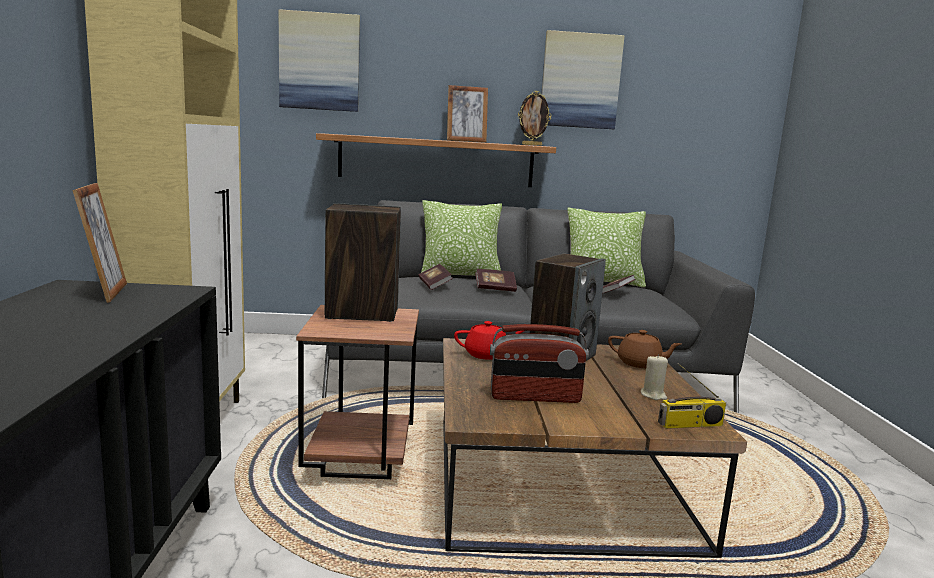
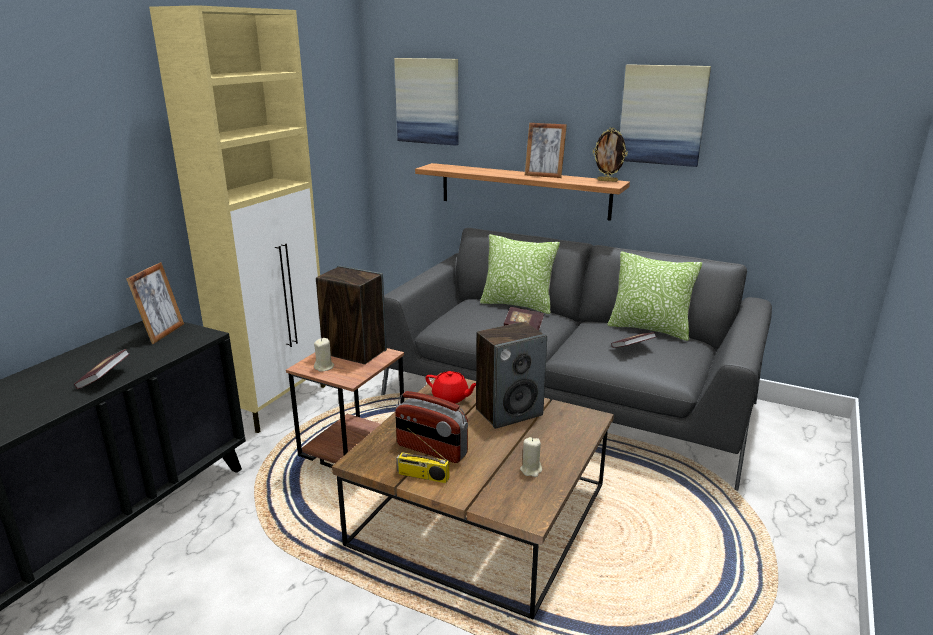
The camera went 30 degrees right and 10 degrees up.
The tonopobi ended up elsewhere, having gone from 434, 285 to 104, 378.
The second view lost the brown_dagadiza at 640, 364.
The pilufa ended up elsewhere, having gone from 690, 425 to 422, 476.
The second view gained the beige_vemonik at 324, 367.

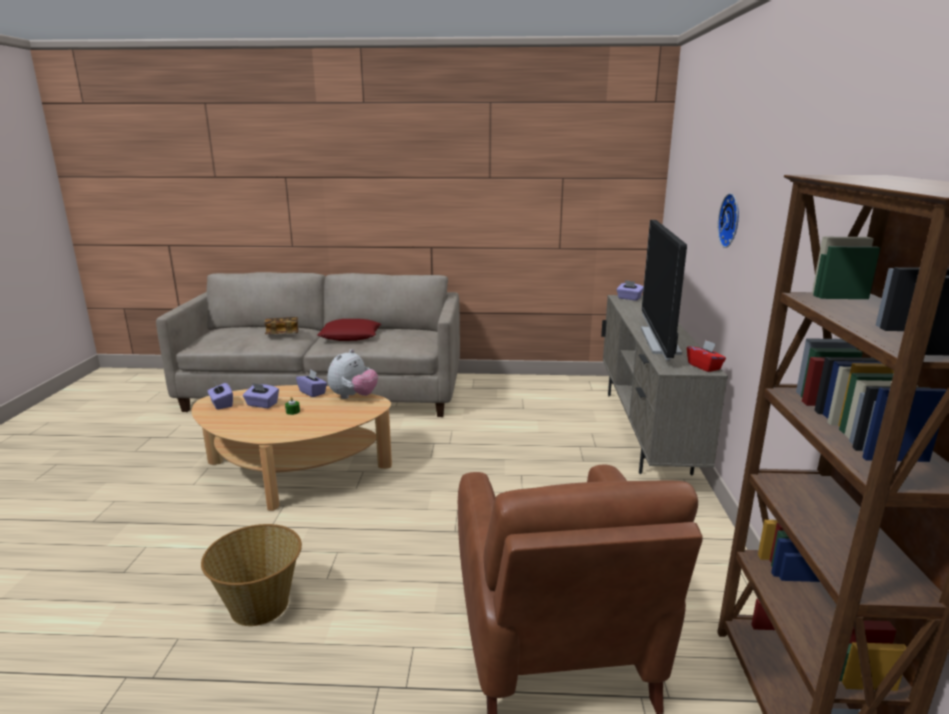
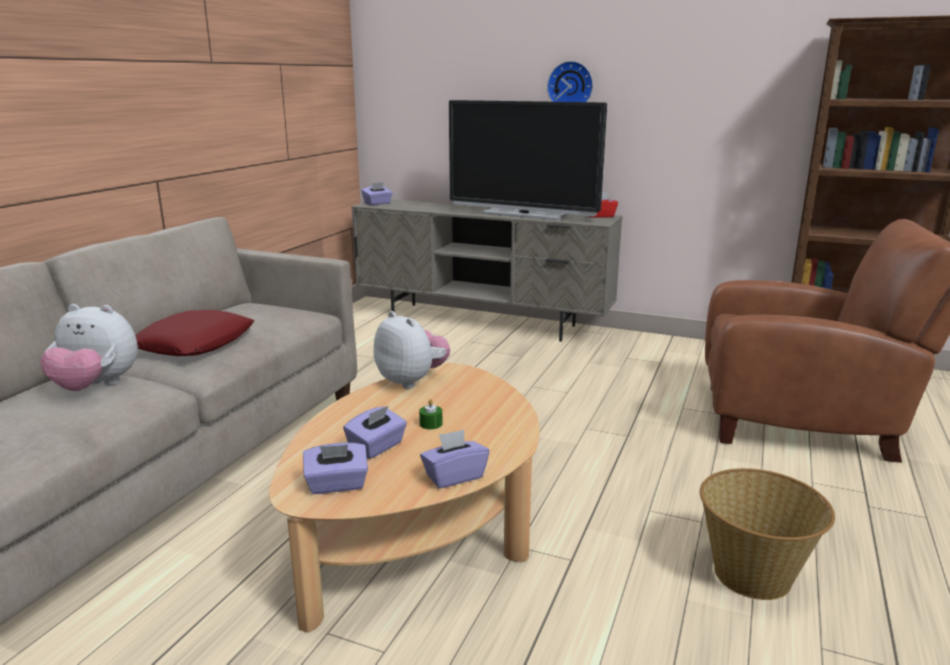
The camera went 70 degrees left and 0 degrees up.
Where the tonopobi stood at 282, 334, the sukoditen came to stand at 96, 387.
The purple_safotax ended up elsewhere, having gone from 312, 392 to 454, 476.

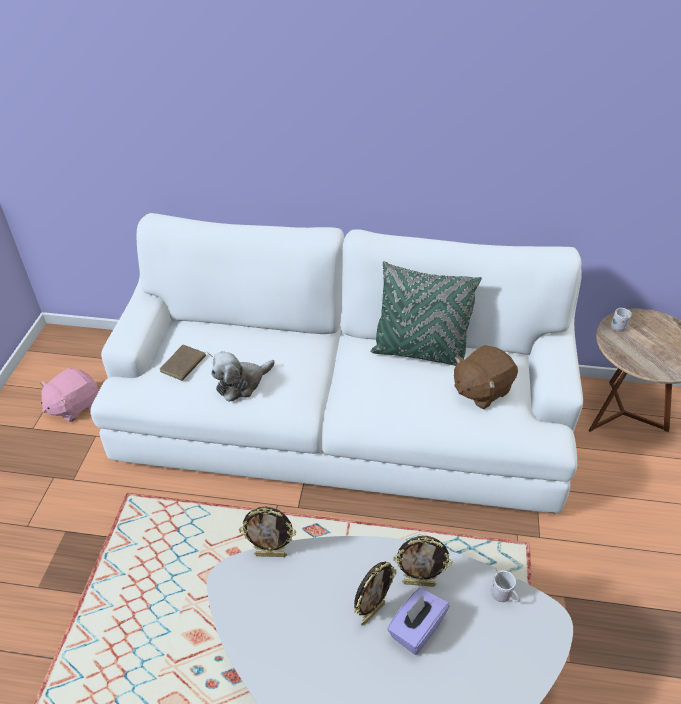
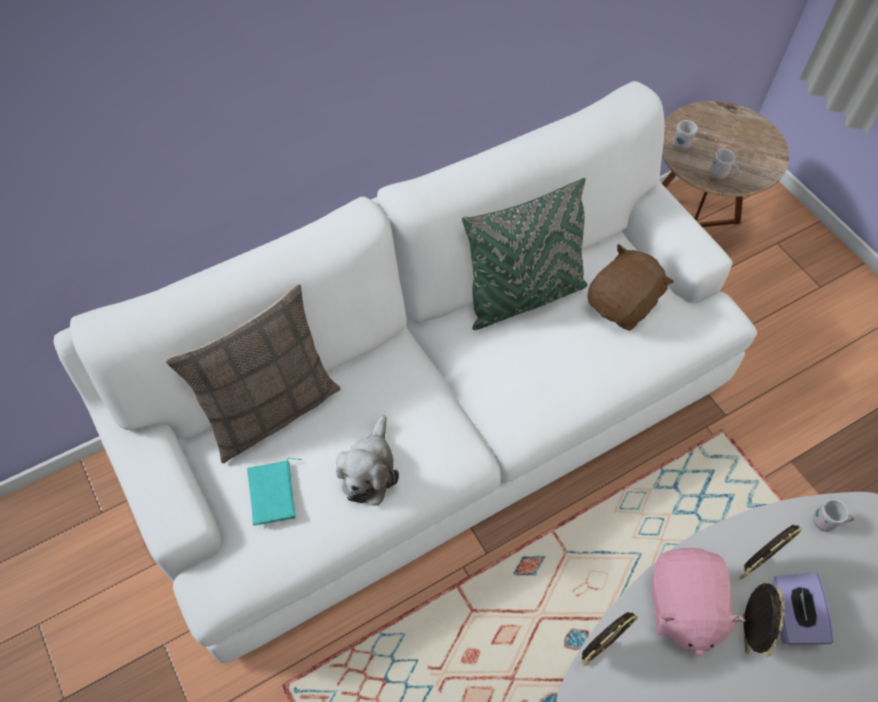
The camera went 40 degrees left and 15 degrees up.
The pink_sukoditen ended up elsewhere, having gone from 73, 406 to 682, 607.
What was the brown_tonopobi at 184, 365 turned into the turquoise_tonopobi at 274, 494.
The brown_sukoditen at 481, 390 ended up facing another way, 150 degrees counterclockwise from before.
The second view gained the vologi at 271, 409.
The second view gained the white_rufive at 720, 175.

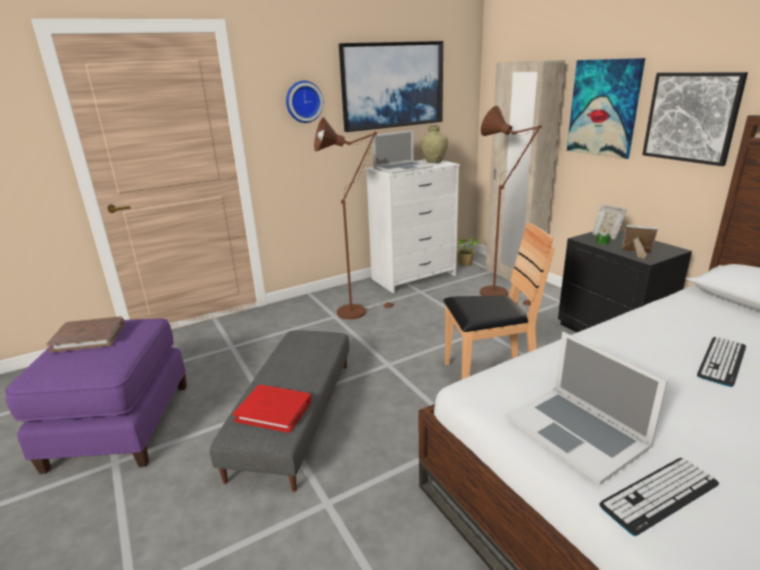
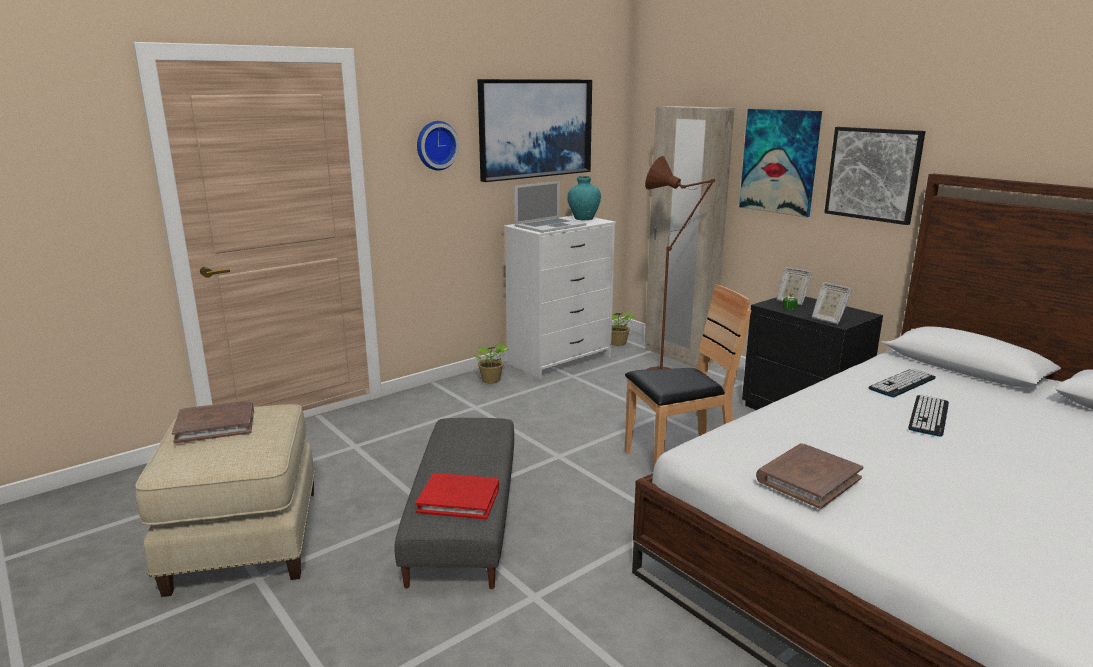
The camera went 10 degrees left and 5 degrees down.
What was the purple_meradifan at 118, 425 turned into the beige_meradifan at 242, 539.
The second view lost the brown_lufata at 357, 311.
What was the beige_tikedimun at 434, 161 turned into the turquoise_tikedimun at 583, 218.
Where the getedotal stood at 576, 431, the brown_tonopobi came to stand at 808, 479.
The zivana ended up elsewhere, having gone from 659, 495 to 902, 383.
The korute at 636, 254 ended up facing another way, 150 degrees counterclockwise from before.
The second view gained the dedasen at 491, 381.

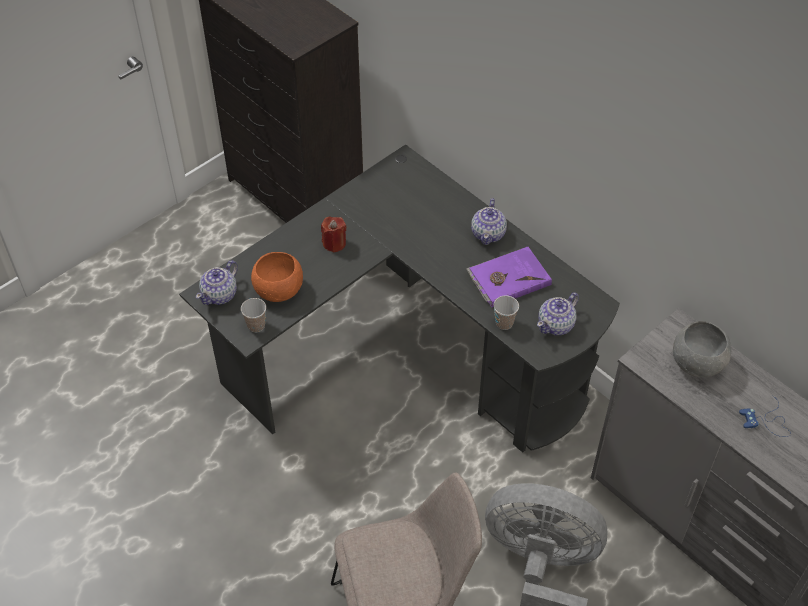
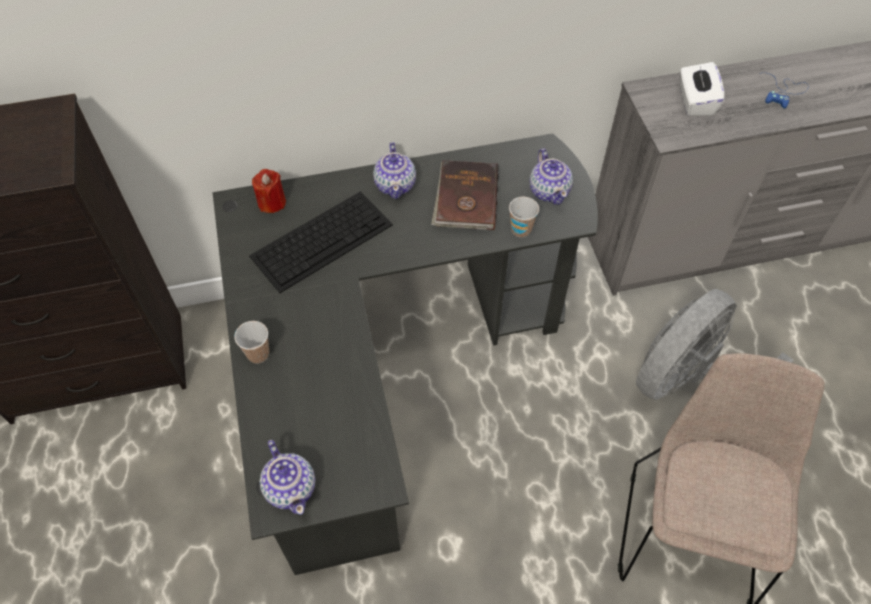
The camera went 60 degrees left and 5 degrees up.
The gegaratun ended up elsewhere, having gone from 256, 325 to 258, 354.
The second view lost the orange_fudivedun at 279, 289.
The red_vemonik ended up elsewhere, having gone from 334, 243 to 272, 202.
What was the purple_tonopobi at 508, 278 turned into the brown_tonopobi at 465, 198.
The dagadiza at 488, 234 ended up facing another way, 45 degrees clockwise from before.
Where the grey_fudivedun stood at 697, 363, the white_safotax came to stand at 695, 102.
The second view gained the zivana at 322, 239.

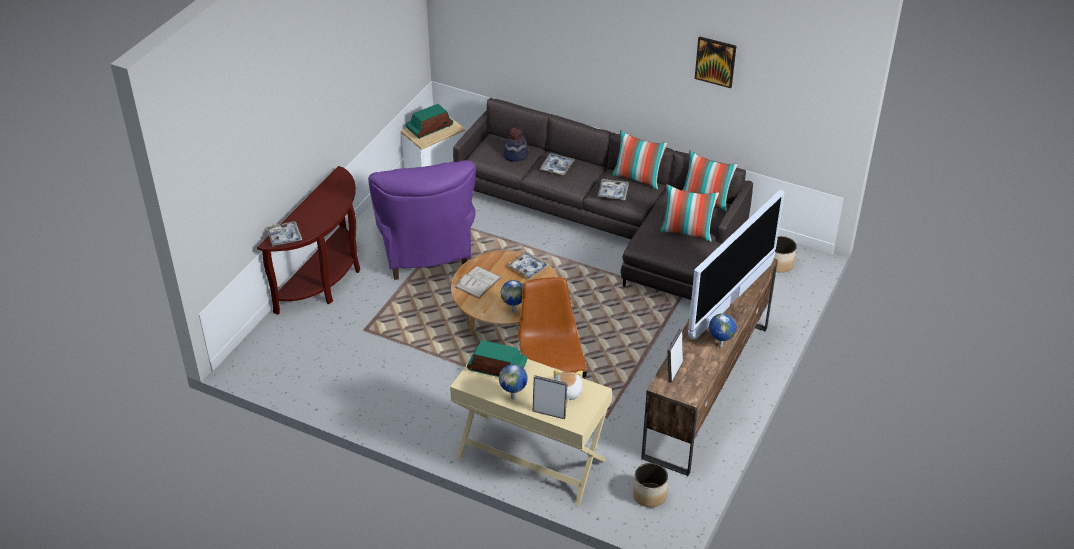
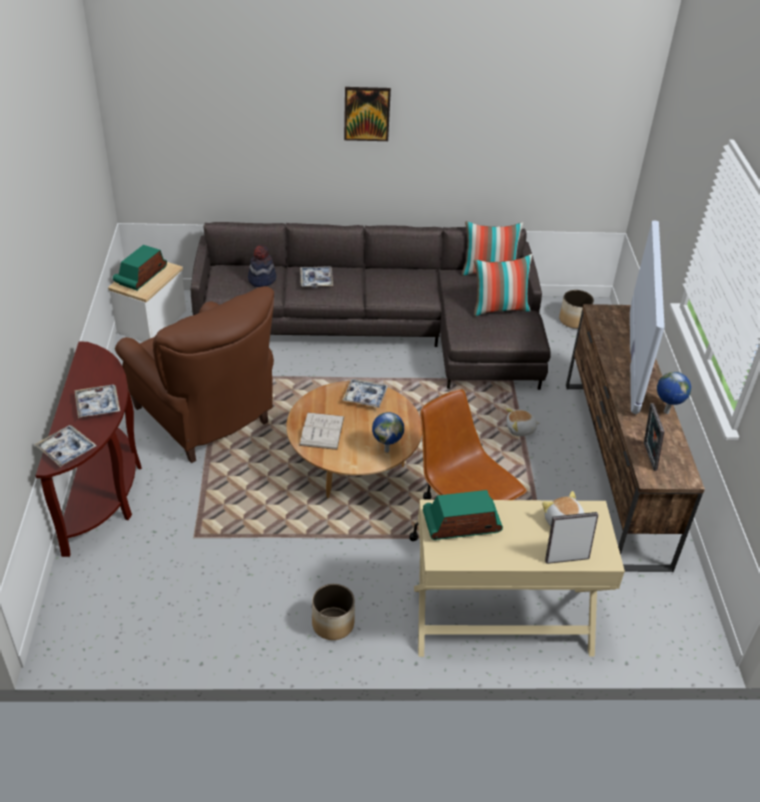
The camera went 30 degrees left and 0 degrees up.
What was the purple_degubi at 425, 251 turned into the brown_degubi at 205, 418.
The second view lost the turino at 514, 397.
The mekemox ended up elsewhere, having gone from 613, 192 to 98, 405.
The second view lost the vologi at 637, 178.
The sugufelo ended up elsewhere, having gone from 649, 495 to 332, 624.
The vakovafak ended up elsewhere, having gone from 715, 61 to 366, 113.
The second view gained the sukoditen at 520, 429.

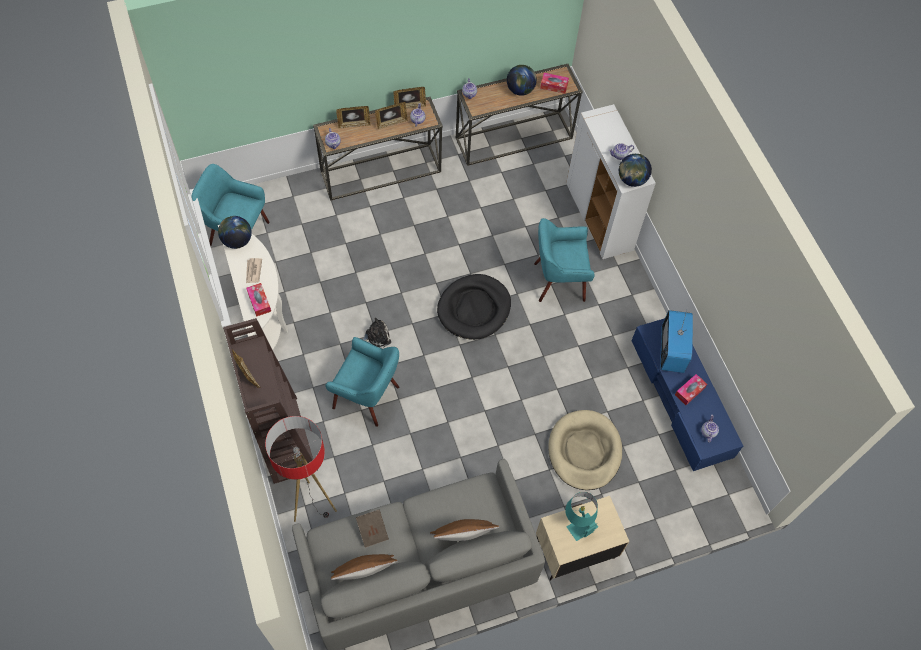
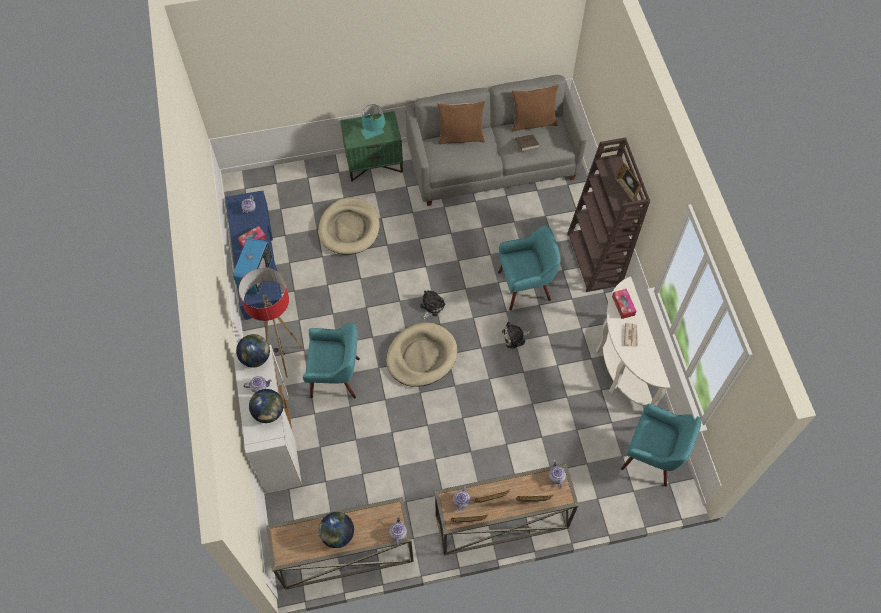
The camera went 170 degrees left and 0 degrees up.
The turino ended up elsewhere, having gone from 237, 241 to 269, 412.
The lufata ended up elsewhere, having gone from 313, 505 to 285, 358.
The turquoise_degubi at 367, 397 ended up facing another way, 135 degrees clockwise from before.
What was the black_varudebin at 474, 308 turned into the beige_varudebin at 421, 356.
What was the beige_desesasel at 574, 550 turned into the green_desesasel at 374, 163.
The second view lost the safotax at 554, 86.
The second view gained the sukoditen at 431, 306.

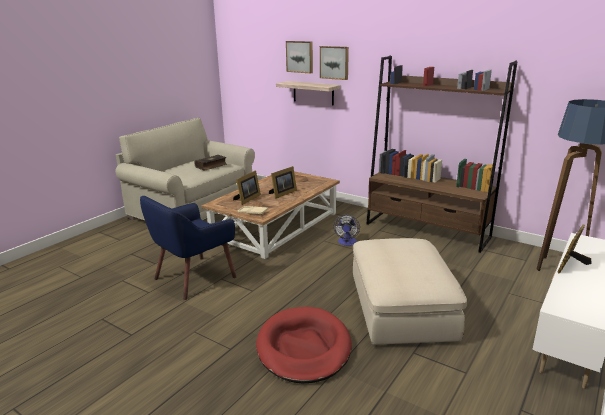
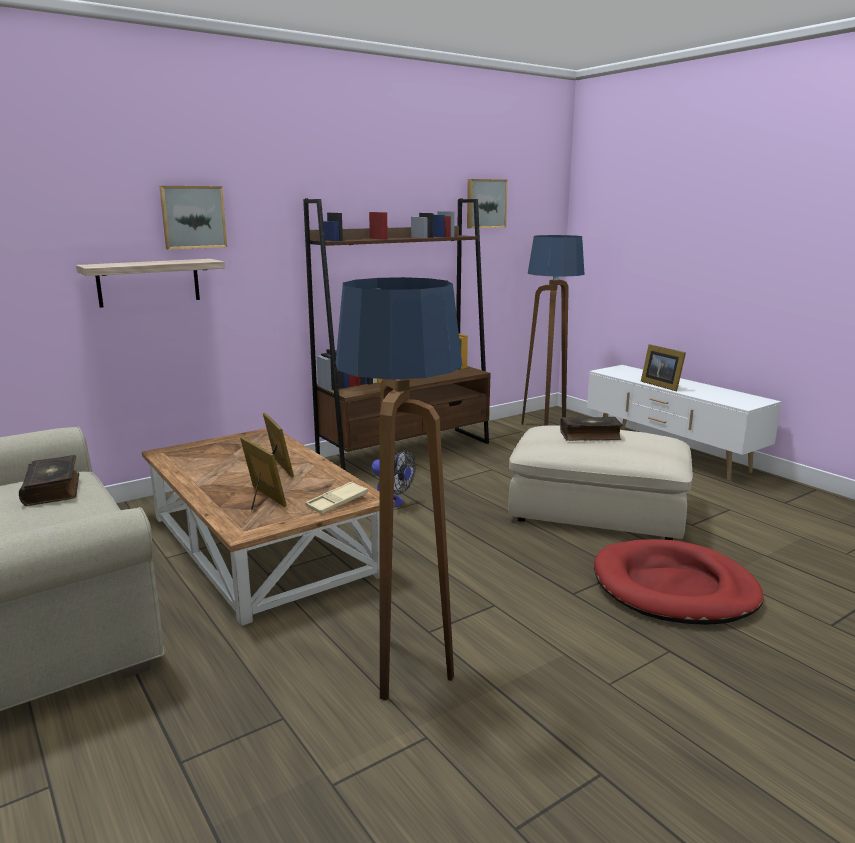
The camera went 70 degrees left and 5 degrees down.
Where the blue_degubi stood at 193, 278, the lufata came to stand at 402, 665.
The vakovafak ended up elsewhere, having gone from 300, 56 to 485, 203.
The second view gained the tonopobi at 590, 436.

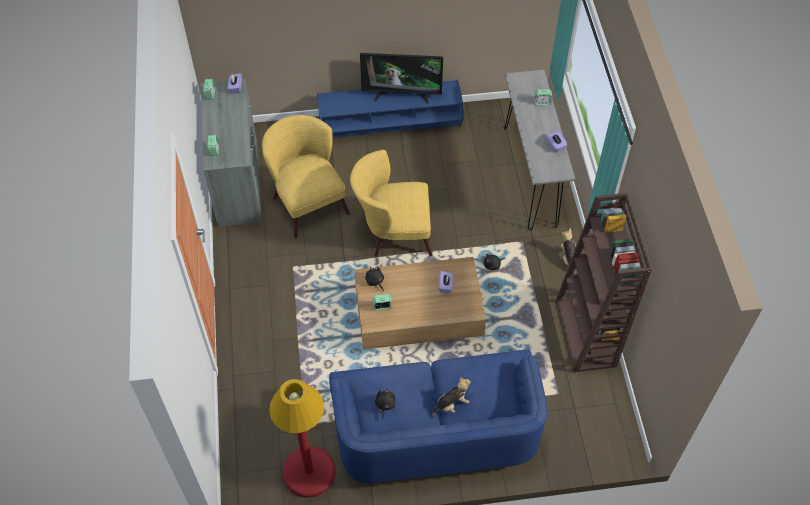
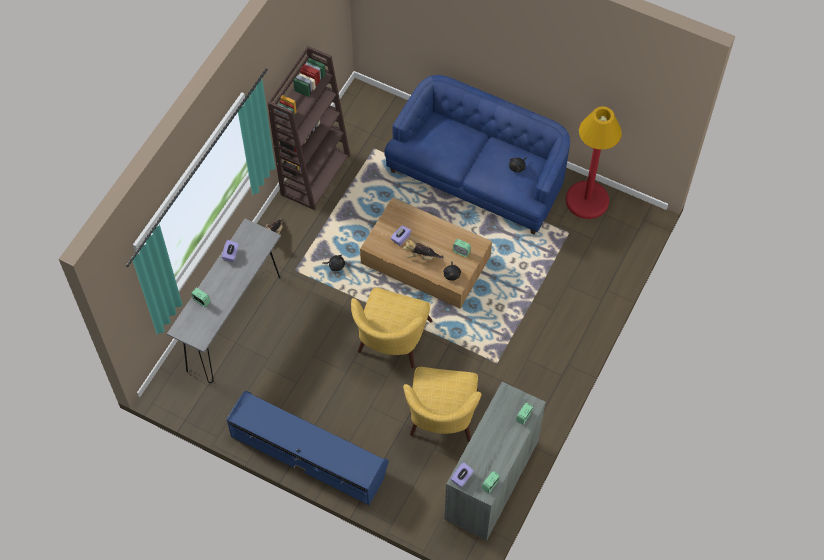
The camera went 145 degrees left and 5 degrees up.
The yellow_degubi at 393, 231 ended up facing another way, 75 degrees clockwise from before.
The second view lost the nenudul at 402, 94.
The sukoditen ended up elsewhere, having gone from 451, 404 to 422, 256.

